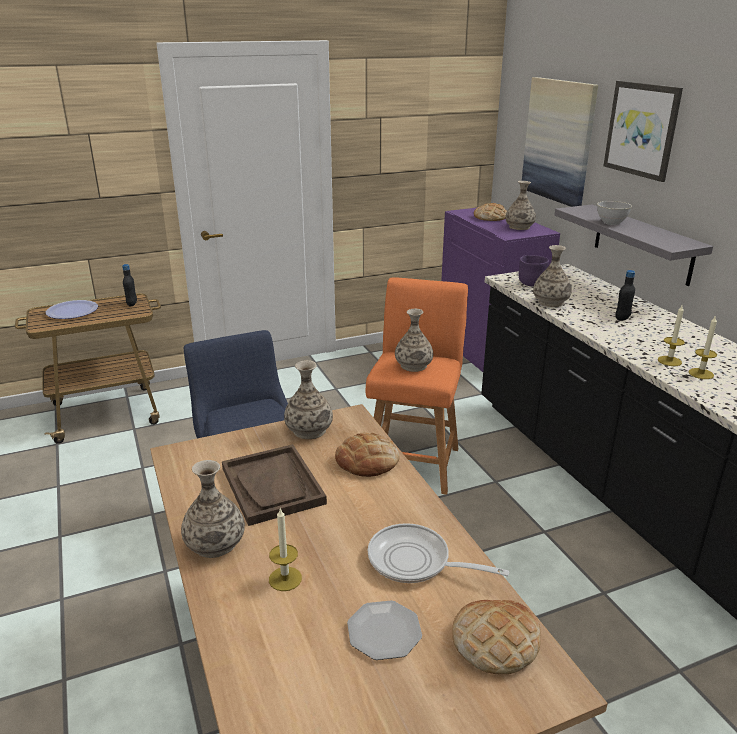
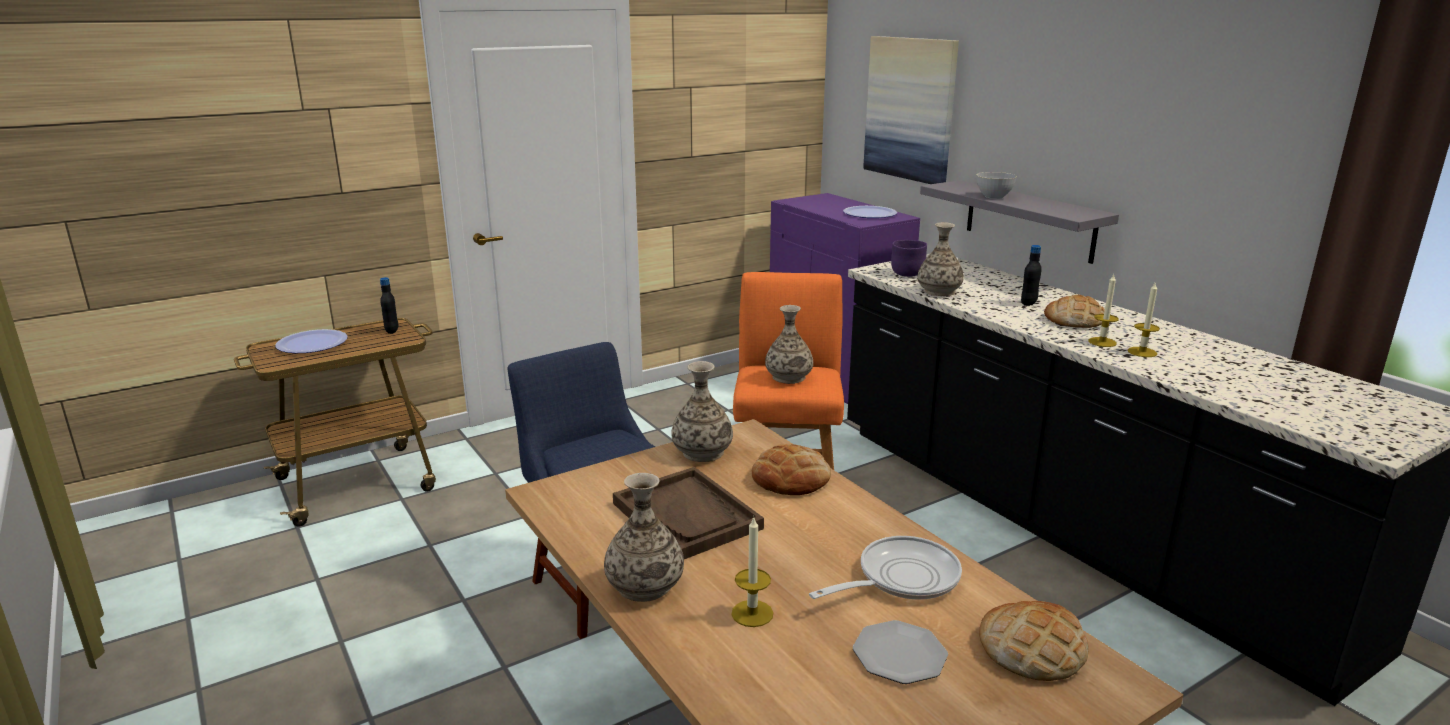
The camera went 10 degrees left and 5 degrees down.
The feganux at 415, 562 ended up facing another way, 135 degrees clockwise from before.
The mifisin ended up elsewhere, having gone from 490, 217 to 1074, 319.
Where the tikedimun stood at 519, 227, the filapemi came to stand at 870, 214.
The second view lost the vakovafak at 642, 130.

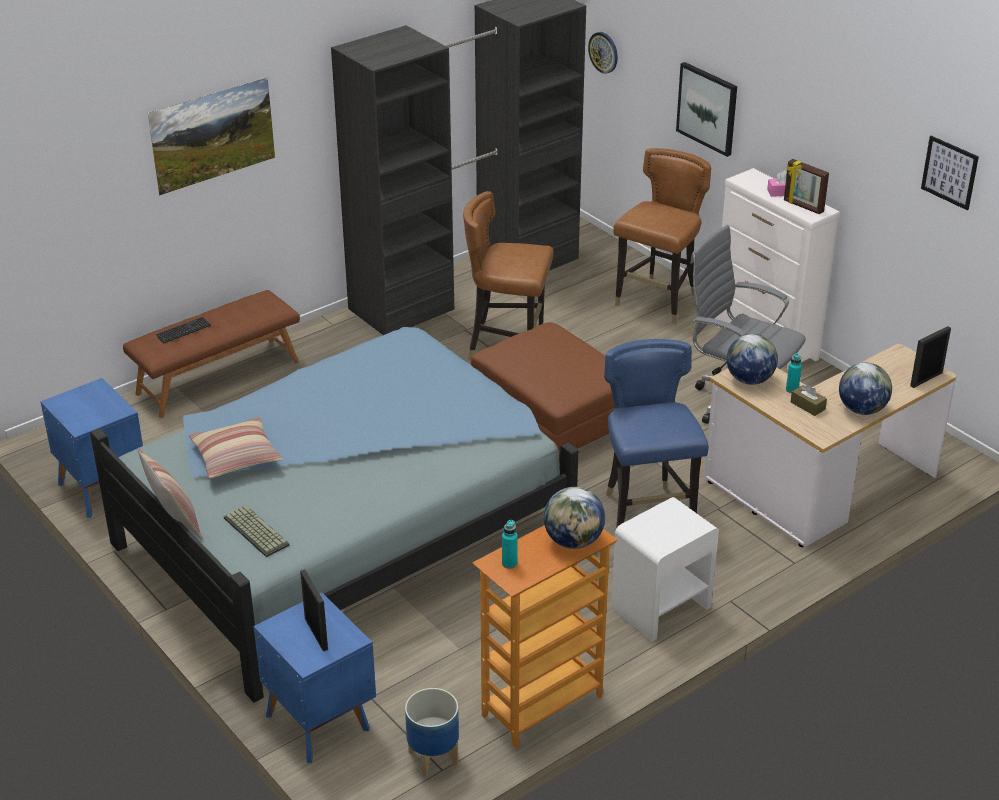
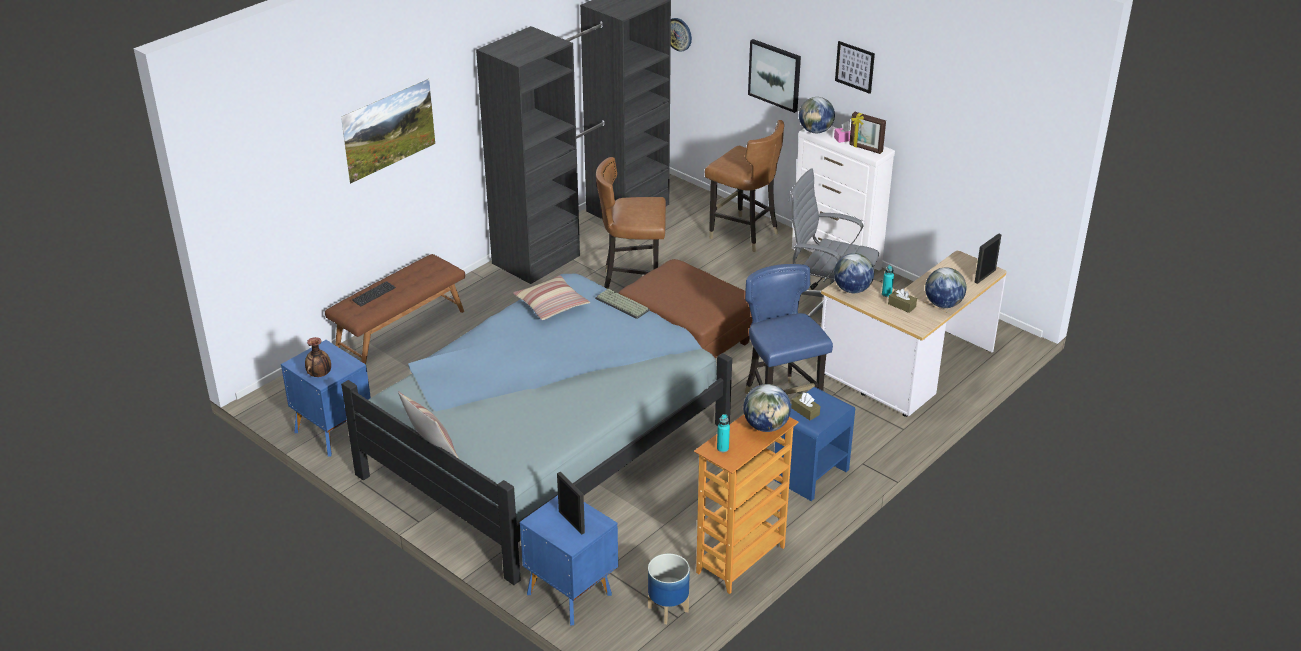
The camera went 10 degrees left and 0 degrees up.
The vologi ended up elsewhere, having gone from 236, 456 to 551, 305.
The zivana ended up elsewhere, having gone from 254, 532 to 621, 304.
What was the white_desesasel at 660, 608 turned into the blue_desesasel at 810, 475.
The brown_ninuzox at 658, 302 ended up facing another way, 105 degrees clockwise from before.
The vakovafak ended up elsewhere, having gone from 949, 172 to 855, 67.
The second view gained the tikedimun at 320, 375.
The second view gained the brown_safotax at 805, 411.
The second view gained the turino at 815, 131.

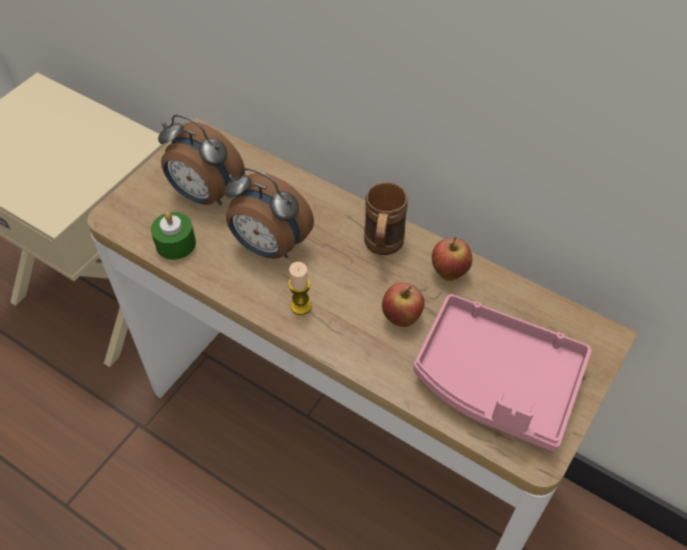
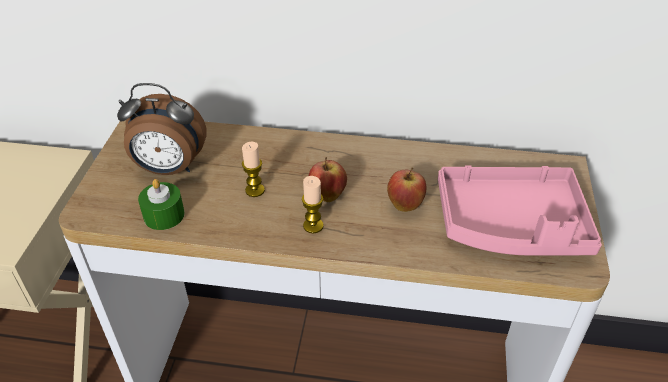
The camera went 25 degrees left and 10 degrees down.
Where the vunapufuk stood at 269, 247, the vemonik came to stand at 255, 190.
The second view lost the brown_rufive at 382, 248.
The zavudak ended up elsewhere, having gone from 449, 272 to 327, 196.

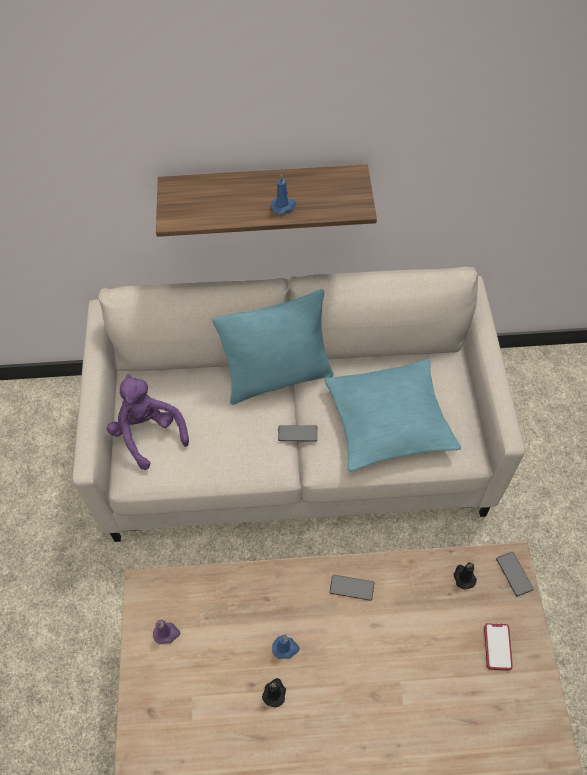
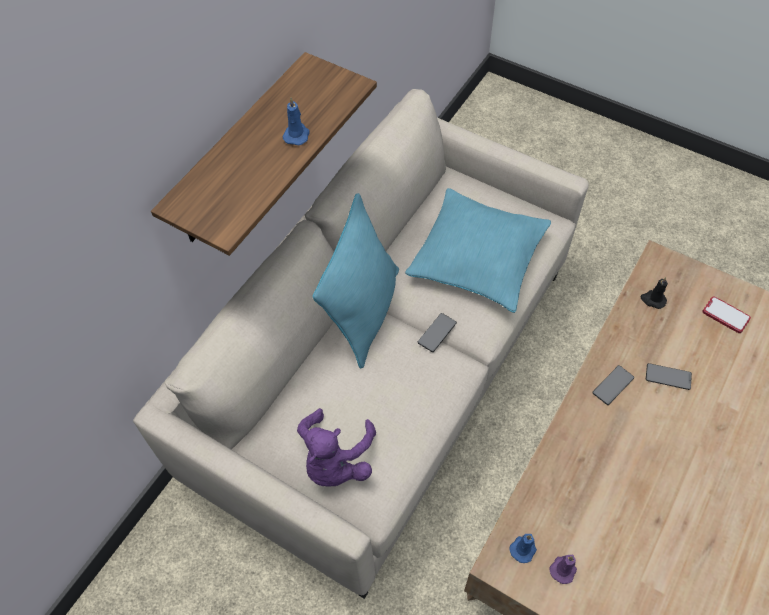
The camera went 55 degrees left and 0 degrees up.
The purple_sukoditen at 148, 433 ended up facing another way, 75 degrees counterclockwise from before.
The second view lost the black_vemonik at 274, 692.
The blue_vemonik ended up elsewhere, having gone from 286, 648 to 523, 548.
The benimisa ended up elsewhere, having gone from 514, 574 to 668, 377.

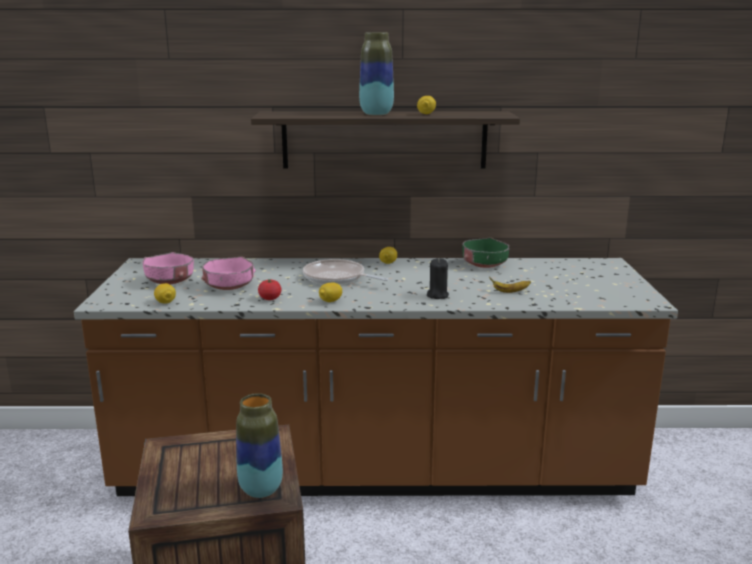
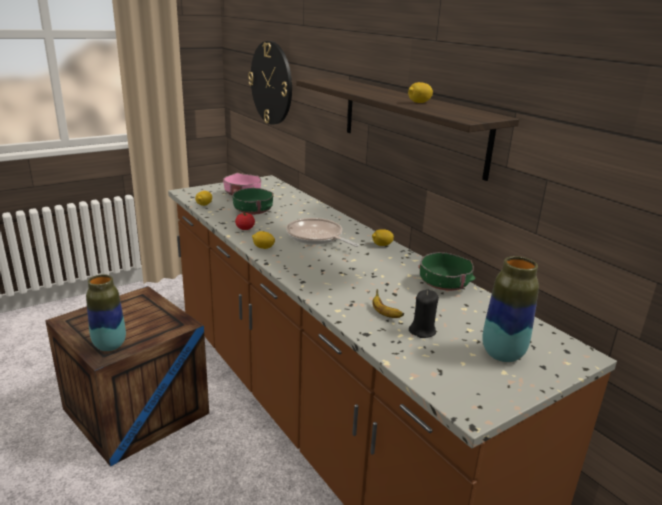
The camera went 55 degrees right and 5 degrees up.
What was the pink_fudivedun at 229, 287 turned into the green_fudivedun at 253, 212.
The feganux at 337, 278 ended up facing another way, 45 degrees counterclockwise from before.
The tikedimun ended up elsewhere, having gone from 376, 114 to 502, 354.
The black_vemonik ended up elsewhere, having gone from 437, 295 to 422, 331.
The second view gained the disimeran at 271, 83.

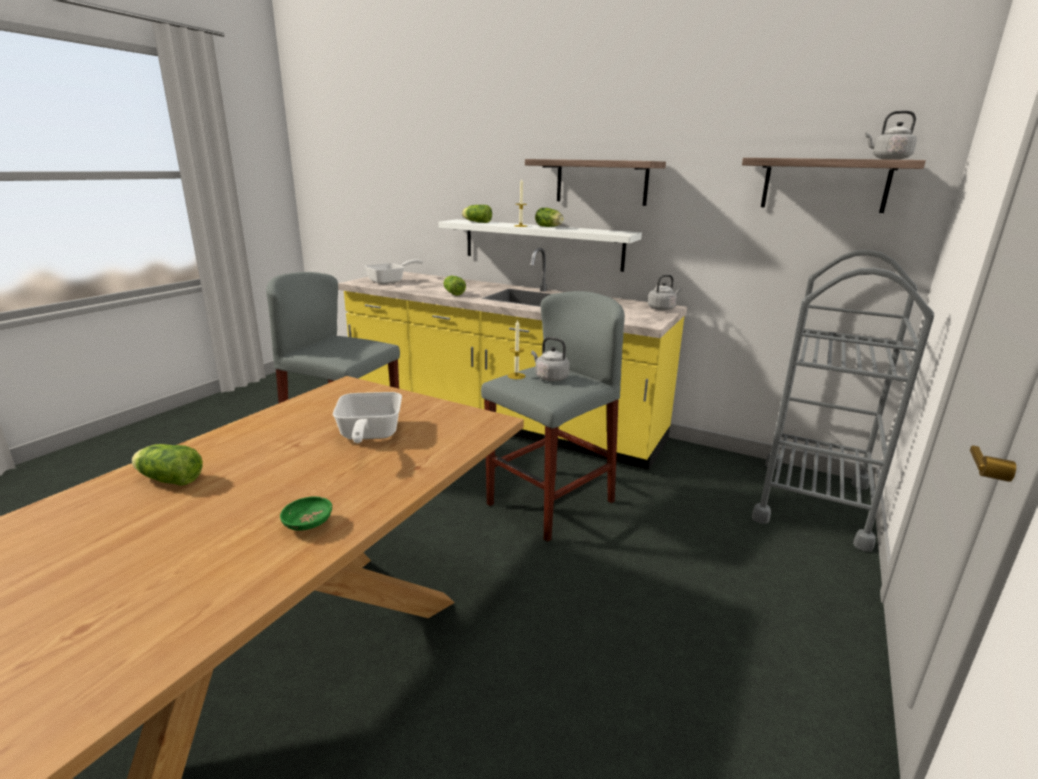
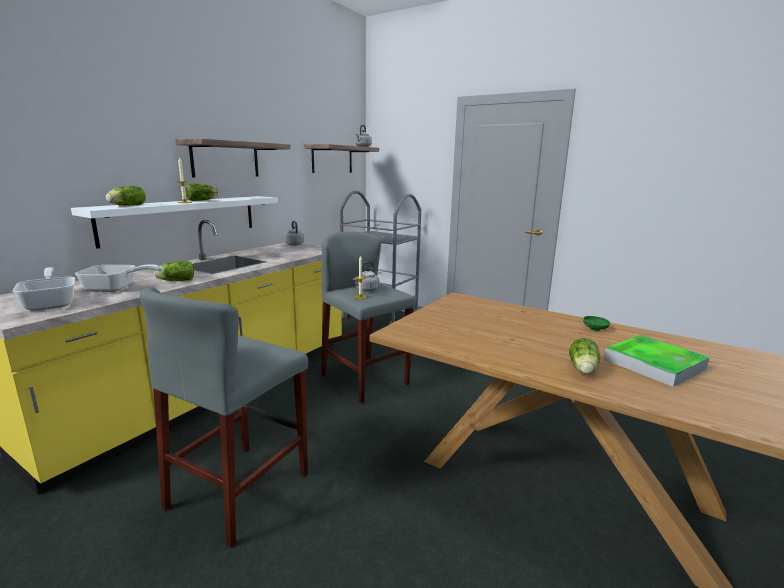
The camera went 85 degrees left and 5 degrees down.
The feganux ended up elsewhere, having gone from 368, 436 to 116, 288.
The second view gained the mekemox at 654, 364.

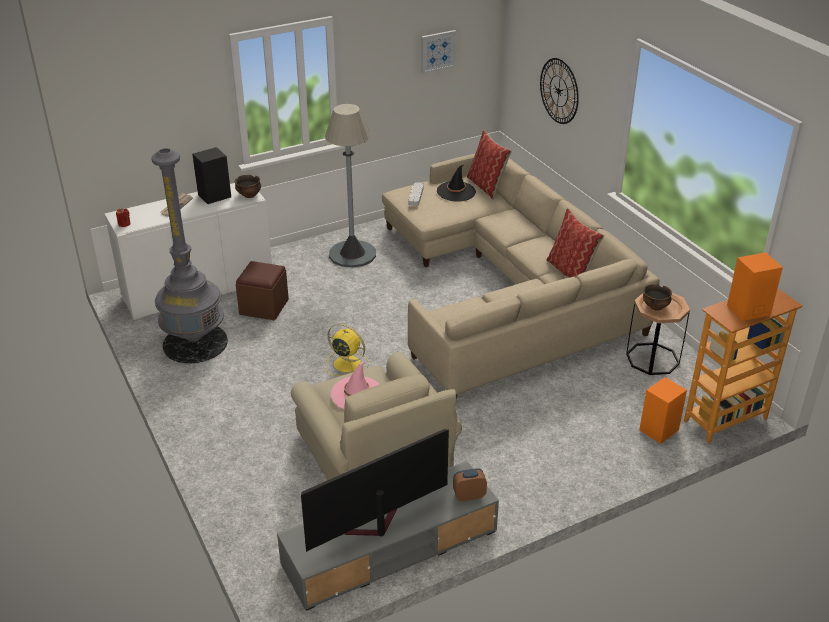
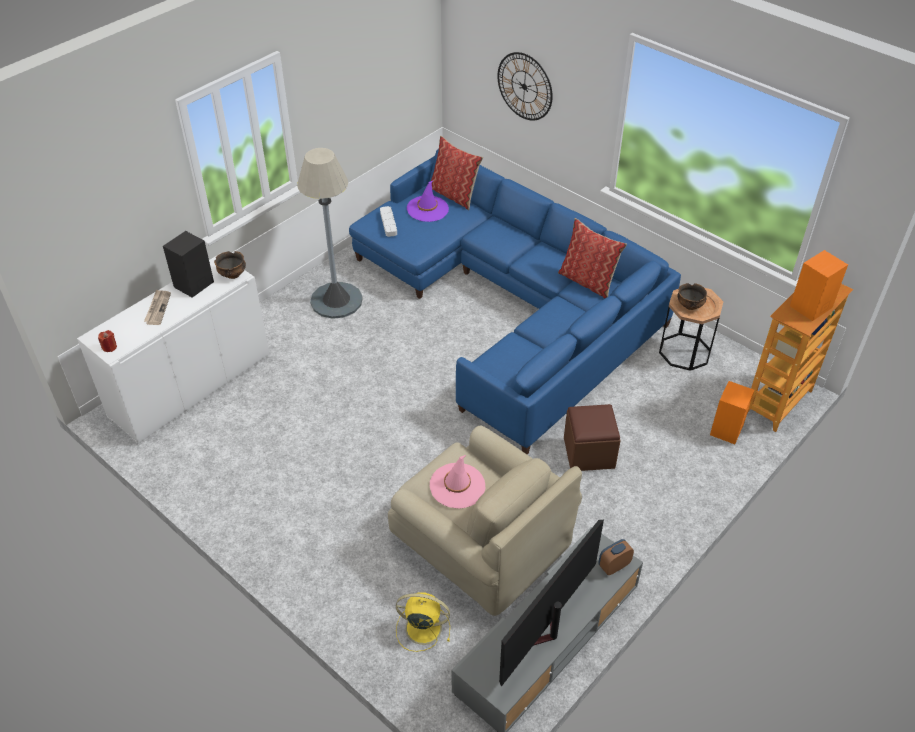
The camera went 20 degrees left and 10 degrees up.
The second view lost the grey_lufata at 195, 343.
The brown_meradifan ended up elsewhere, having gone from 264, 307 to 589, 453.
The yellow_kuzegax ended up elsewhere, having gone from 346, 363 to 421, 628.
What was the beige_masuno at 505, 288 turned into the blue_masuno at 511, 304.
The second view lost the vakovafak at 437, 51.
What was the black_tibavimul at 456, 192 turned into the purple_tibavimul at 427, 209.

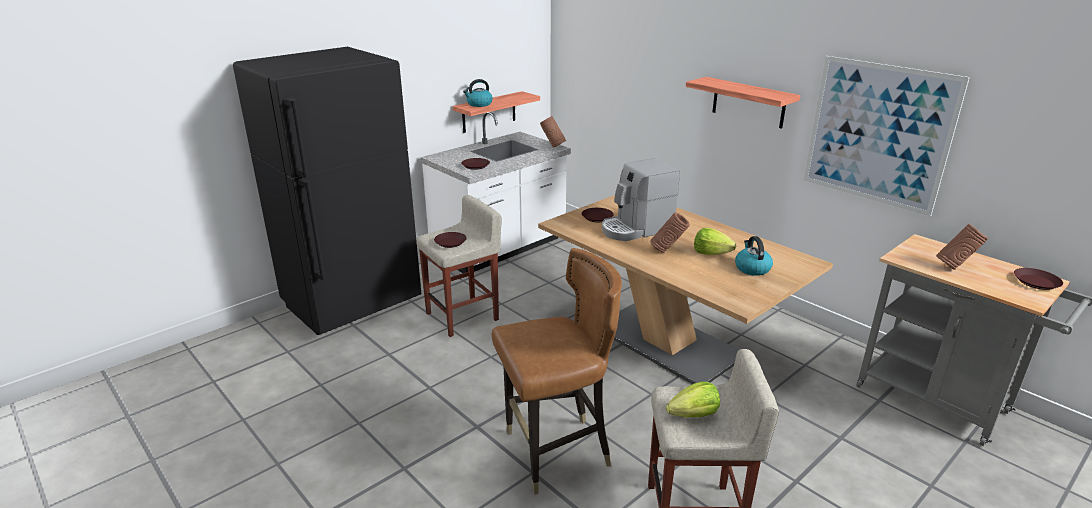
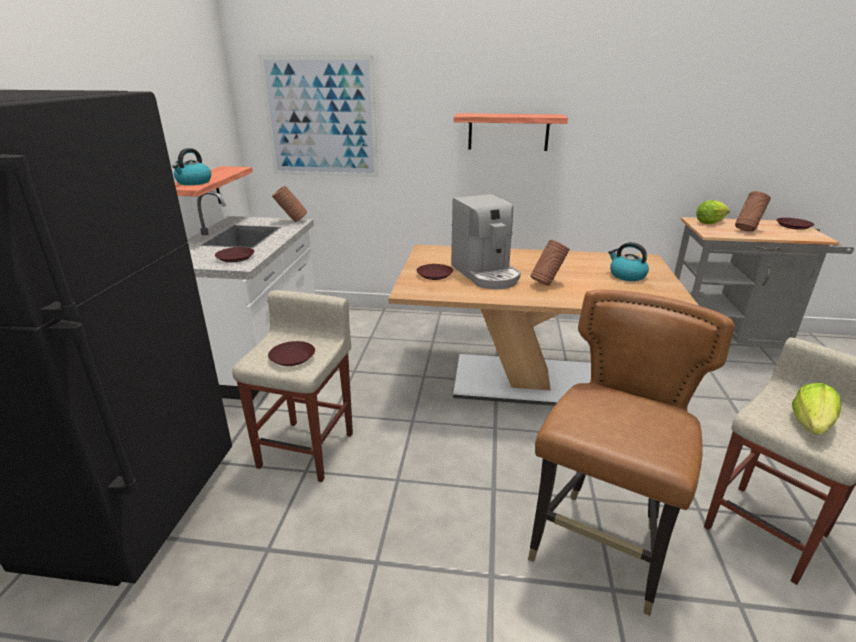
The camera went 40 degrees left and 0 degrees up.
The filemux at 636, 229 ended up facing another way, 45 degrees counterclockwise from before.
The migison ended up elsewhere, having gone from 711, 253 to 709, 222.
The vakovafak ended up elsewhere, having gone from 878, 134 to 321, 118.

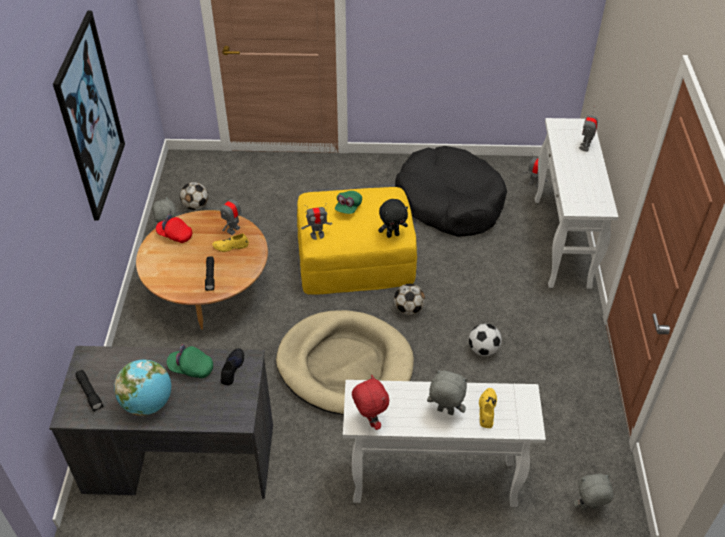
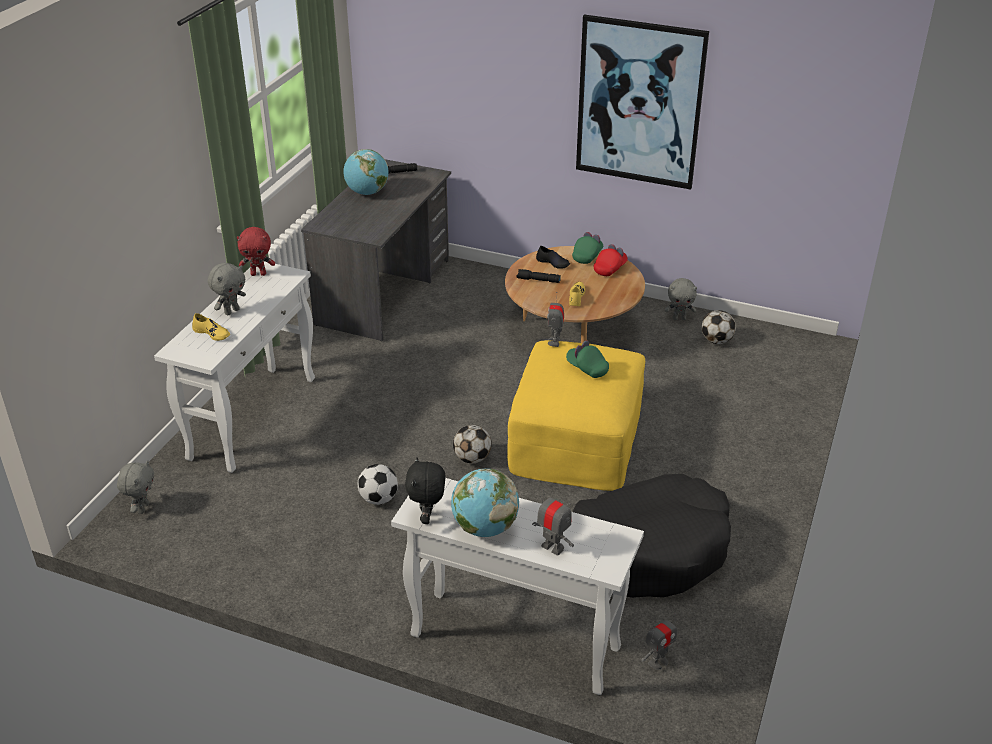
The camera went 110 degrees right and 10 degrees down.
The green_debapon ended up elsewhere, having gone from 191, 368 to 587, 256.
The second view lost the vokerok at 233, 229.
The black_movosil ended up elsewhere, having gone from 232, 368 to 553, 263.
The second view lost the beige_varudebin at 345, 365.
The black_sukoditen ended up elsewhere, having gone from 392, 234 to 427, 518.
The second view gained the turino at 484, 527.

